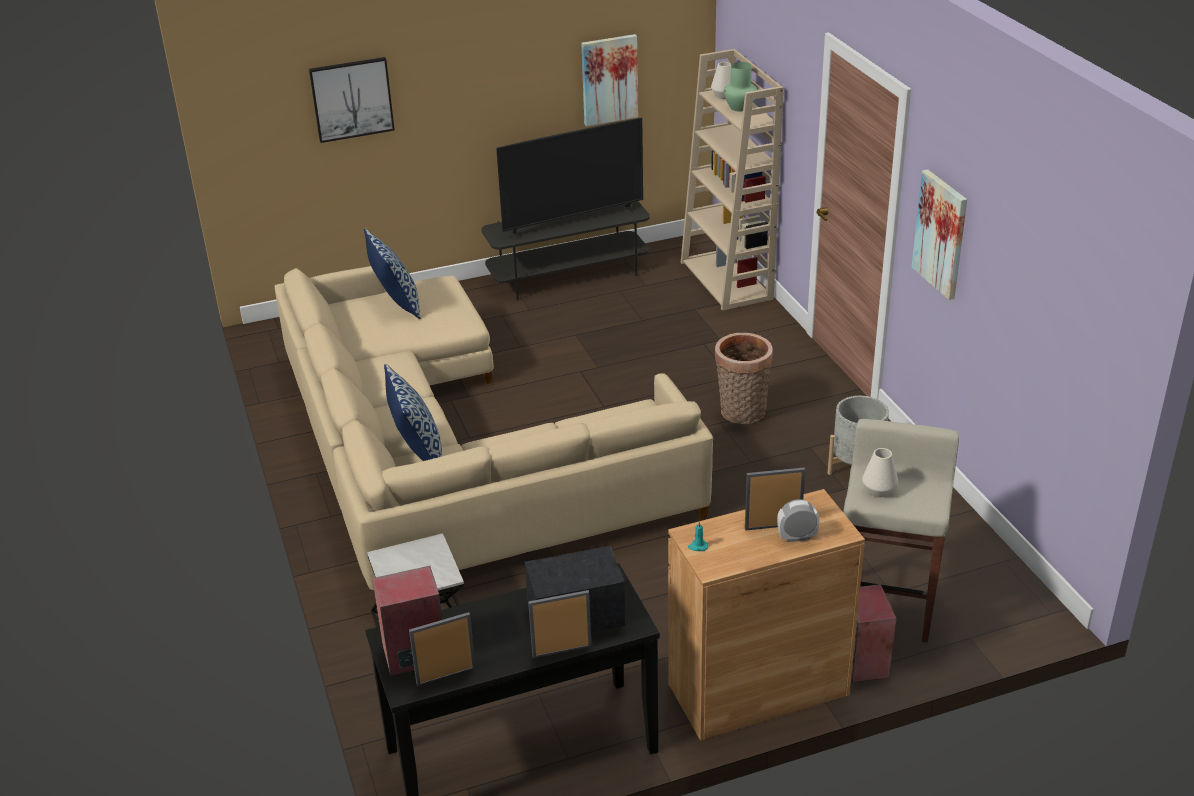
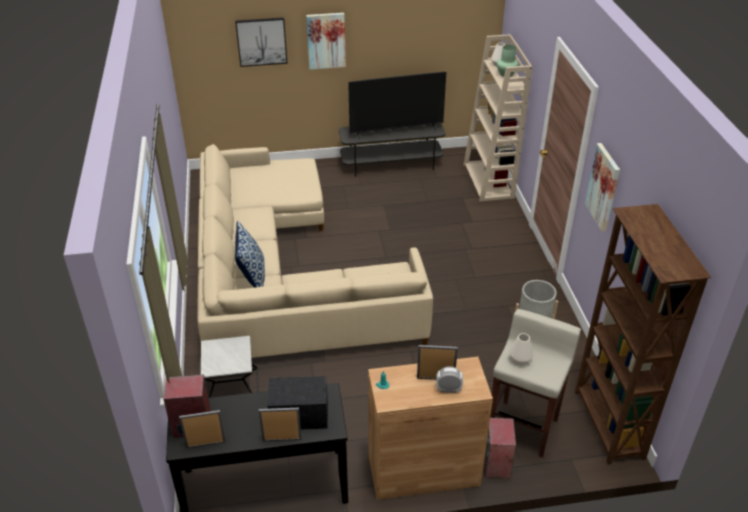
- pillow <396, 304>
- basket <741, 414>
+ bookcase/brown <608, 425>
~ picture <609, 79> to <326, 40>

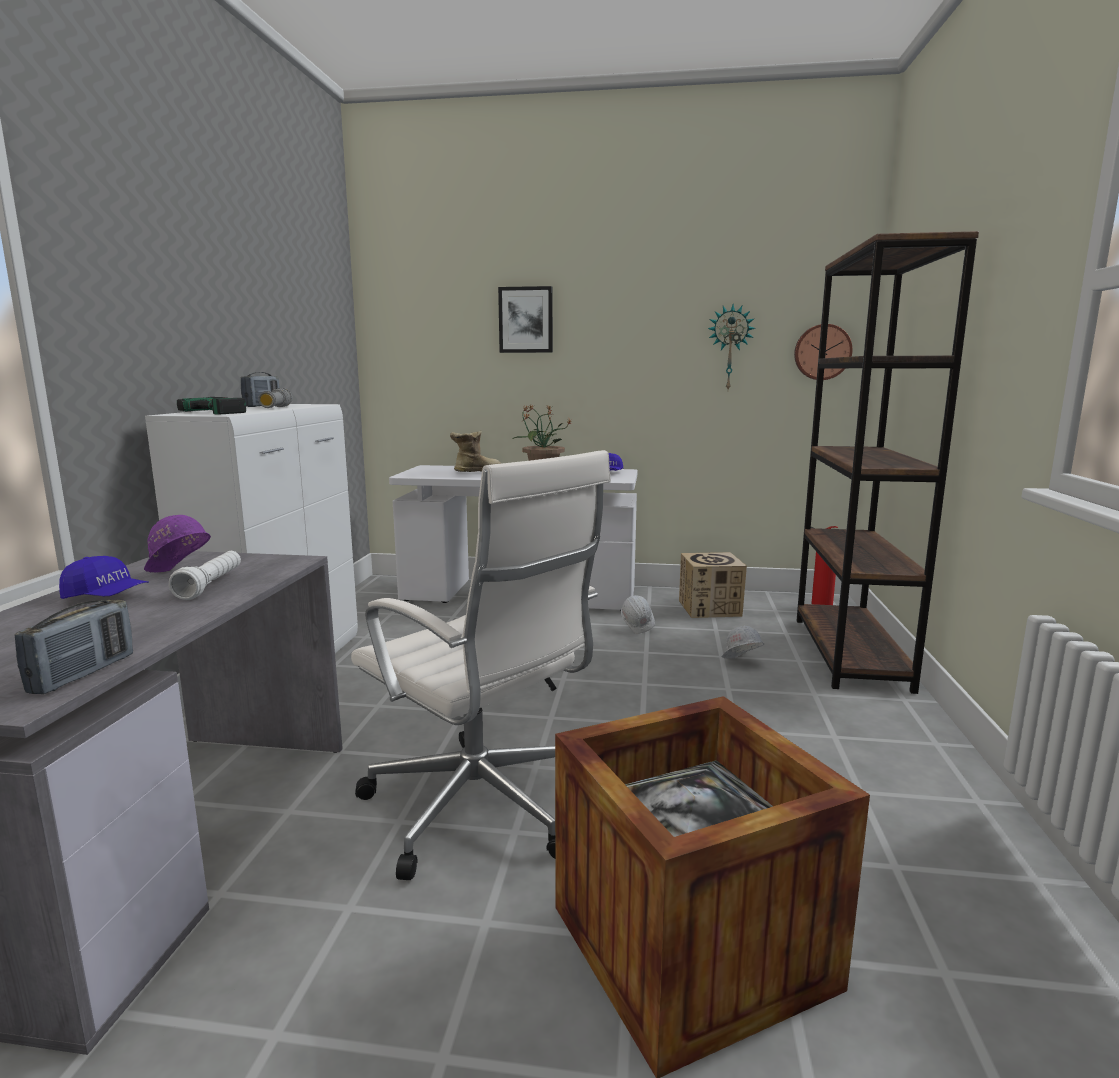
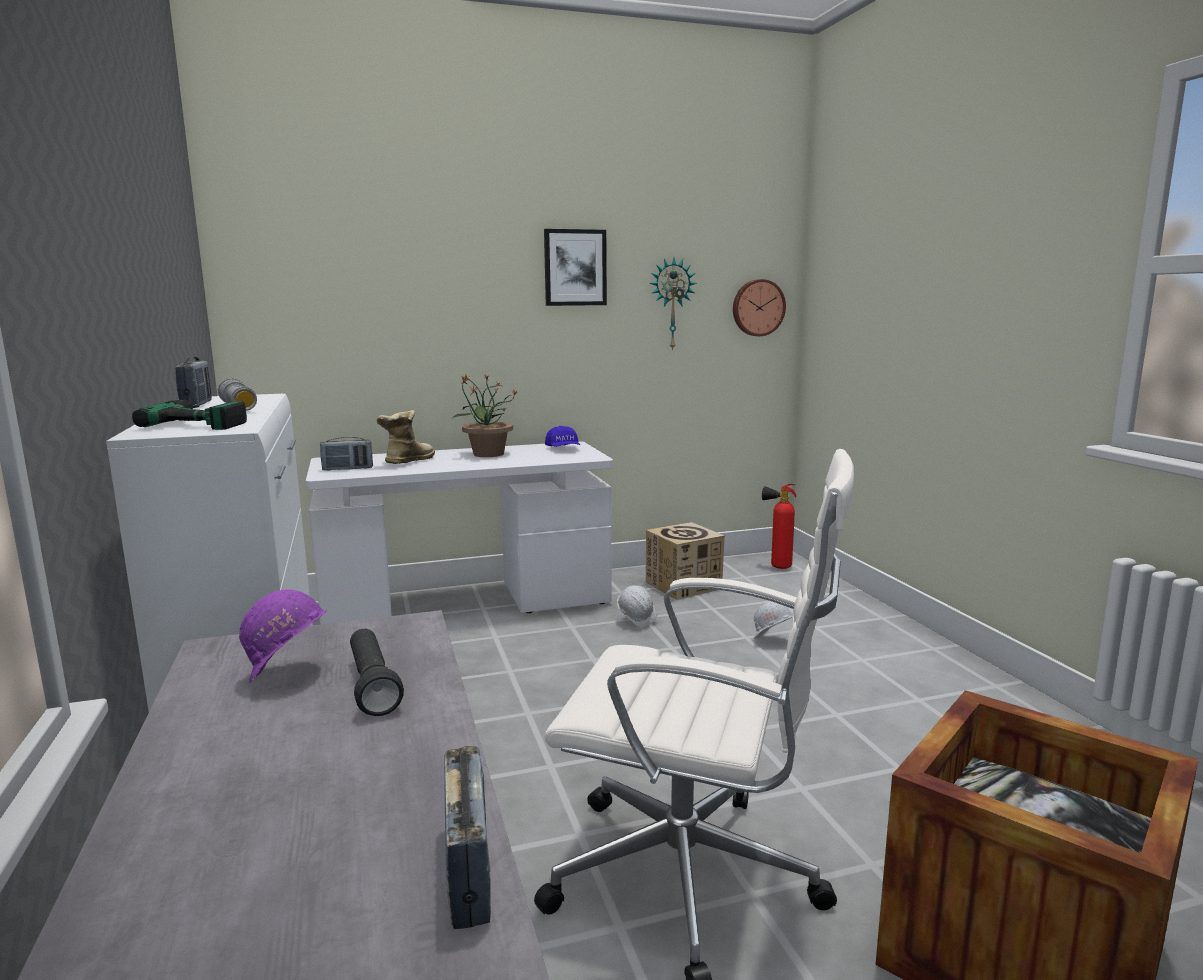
- cap/blue <106, 597>
- bookcase/brown <849, 653>
+ radio <347, 469>
~ picture <526, 320> to <575, 267>
~ flashlight/white <211, 586> to flashlight/black <372, 686>

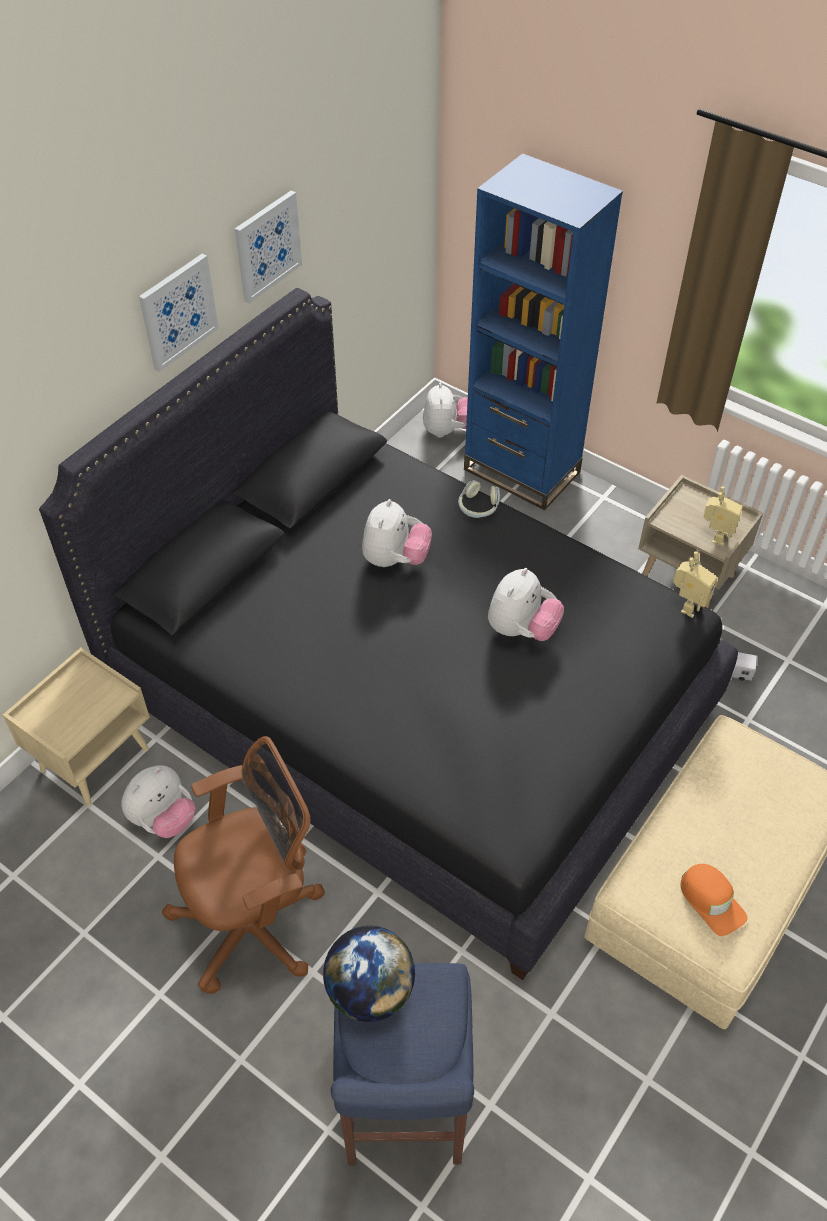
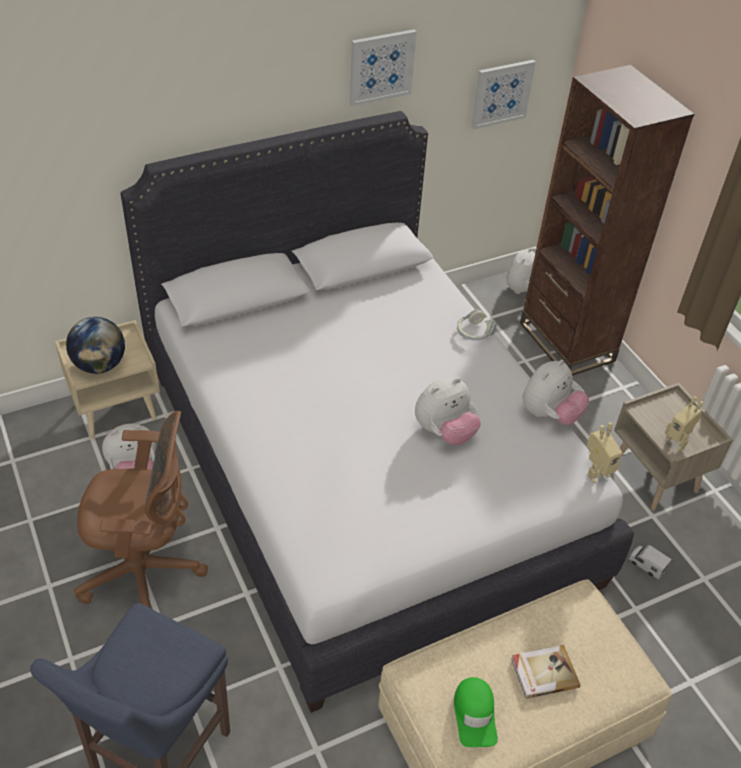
+ book <543, 672>
~ picture <178, 312> to <501, 93>
~ globe <370, 990> to <100, 365>
~ plush toy <395, 559> to <549, 414>
~ bed/black <411, 706> to bed/white <362, 474>
~ bookcase/blue <521, 471> to bookcase/brown <566, 342>
~ cap/orange <711, 901> to cap/green <475, 715>
~ toy robot <715, 536> = <677, 441> 90 degrees clockwise

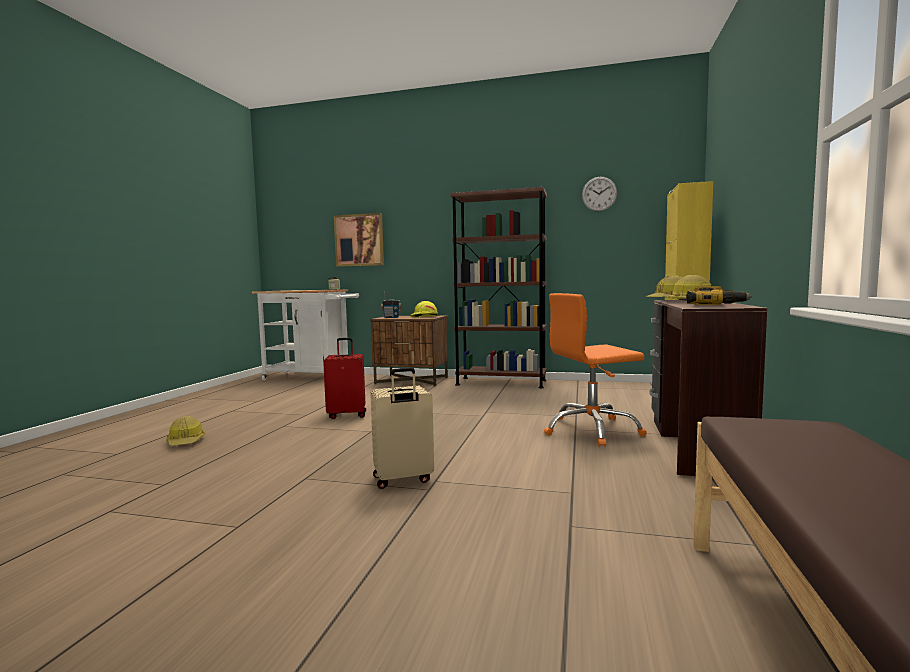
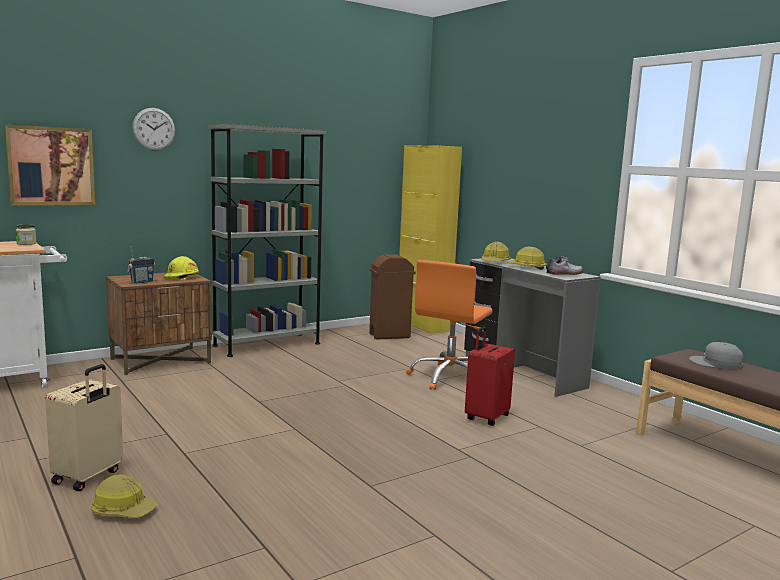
+ trash can/brown <390, 336>
+ cap/grey <716, 363>
~ suitcase/red <347, 415> to <486, 417>
~ suitcase/beige <402, 479> to <88, 477>
~ wall clock <599, 194> to <154, 129>
~ power drill <715, 305> to shoe <564, 273>
~ bookcase/brown <501, 382> to bookcase/grey <267, 344>
~ desk/brown <693, 445> to desk/grey <522, 373>

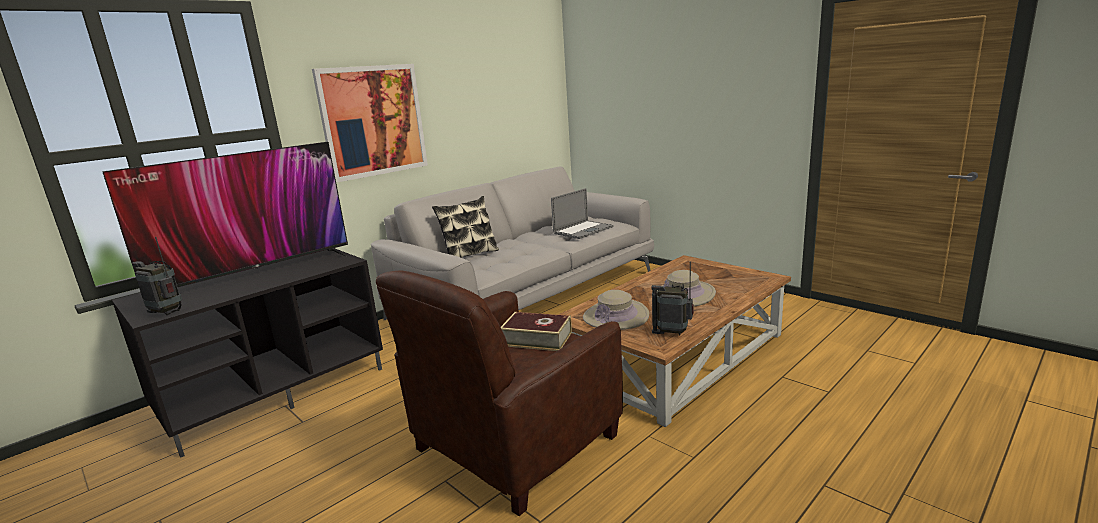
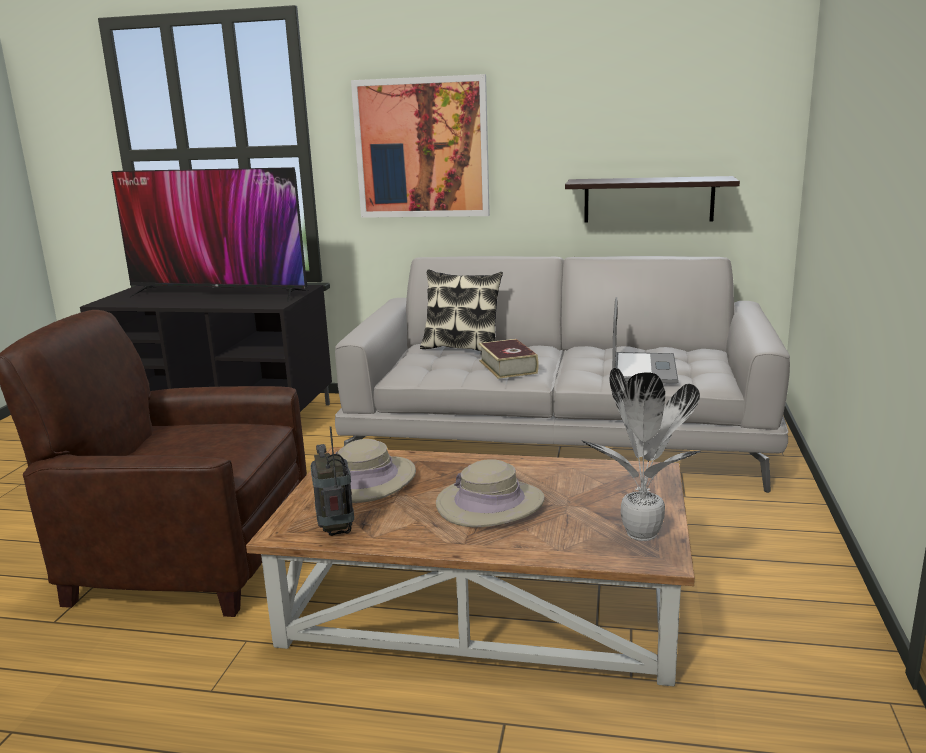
- radio <166, 312>
+ shelf <648, 199>
+ potted plant <641, 535>
~ book <537, 339> to <508, 367>
~ laptop <583, 230> = <643, 368> 90 degrees counterclockwise

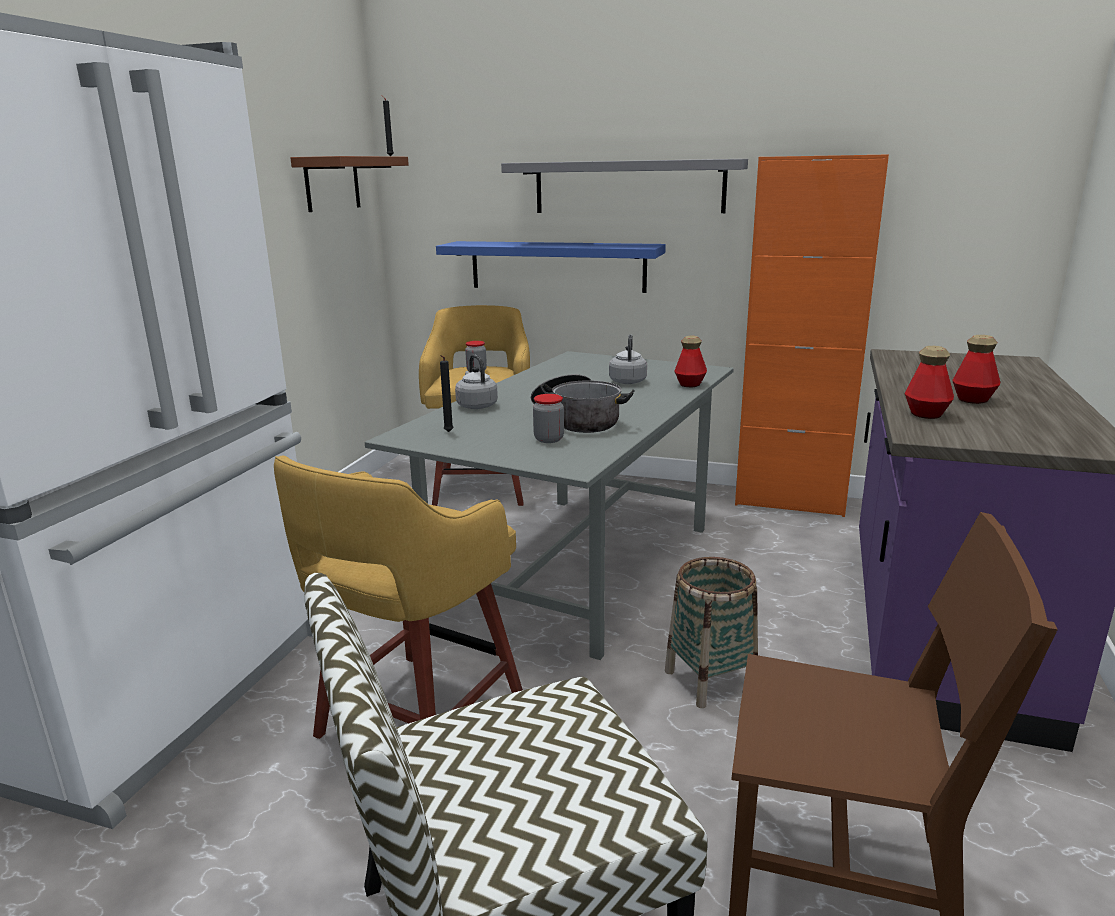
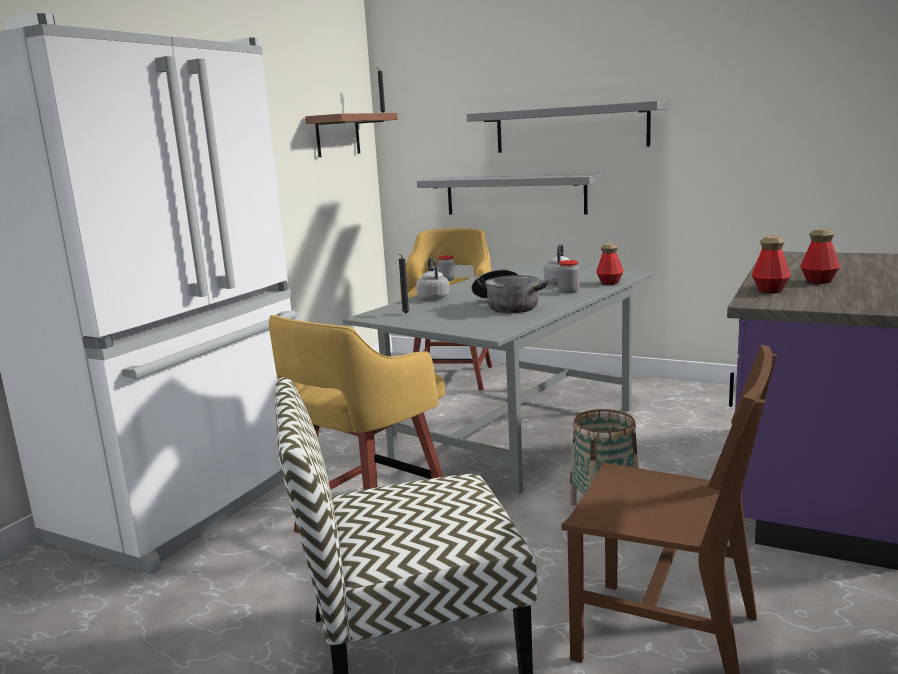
- cabinet/orange <789, 502>
~ jar <549, 439> to <568, 291>
~ shelf/blue <557, 266> to shelf/grey <514, 195>

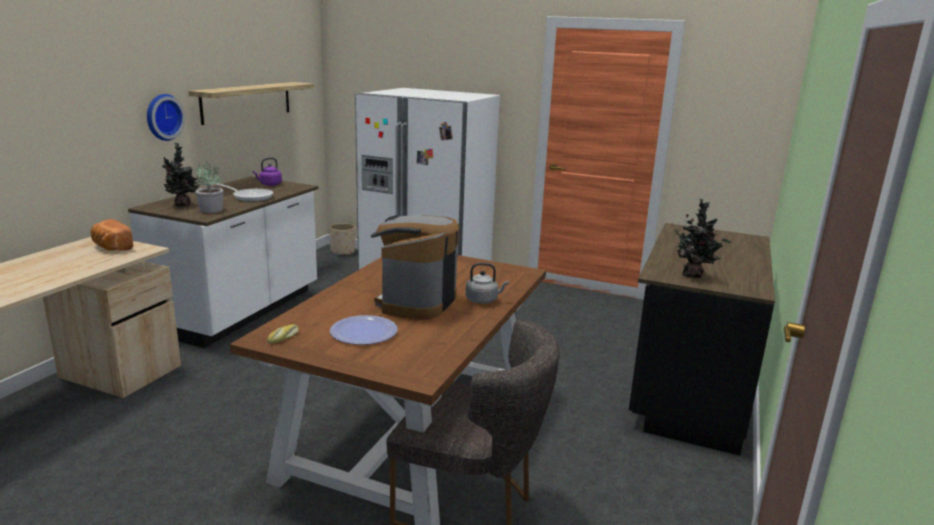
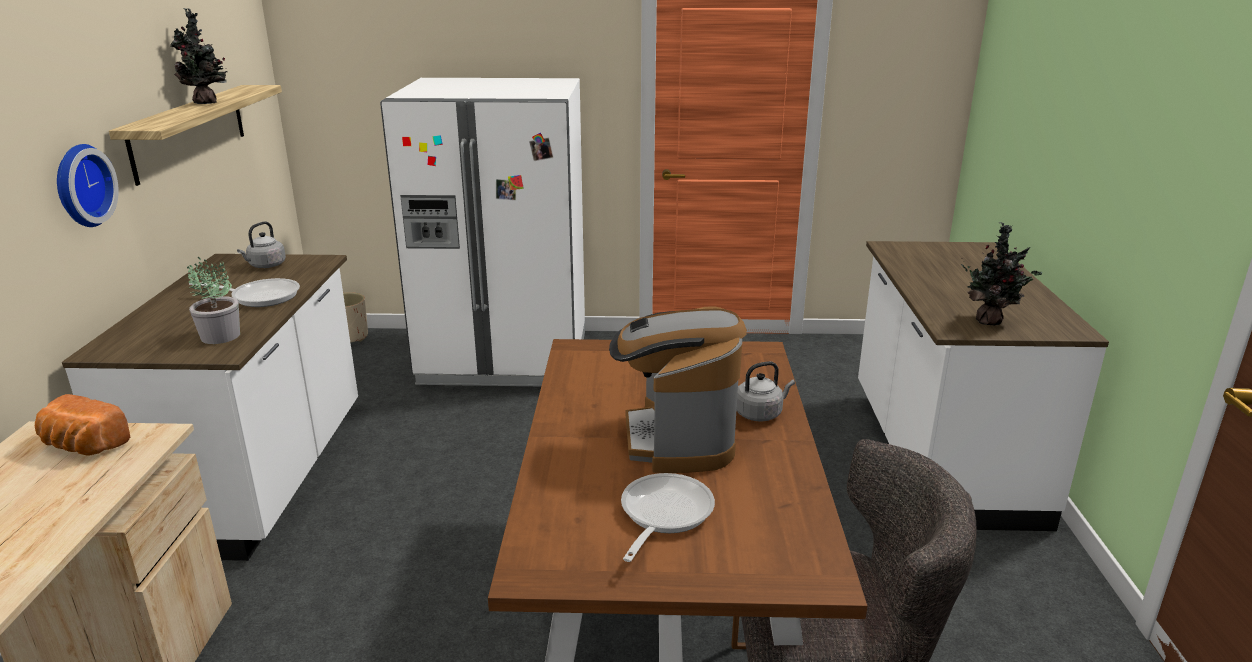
- bread <284, 338>
~ potted plant <182, 205> to <207, 103>
~ plate <363, 332> to frying pan <663, 515>
~ kettle/purple <269, 184> to kettle/grey <265, 266>
~ counter/black <687, 390> to counter/white <940, 455>

